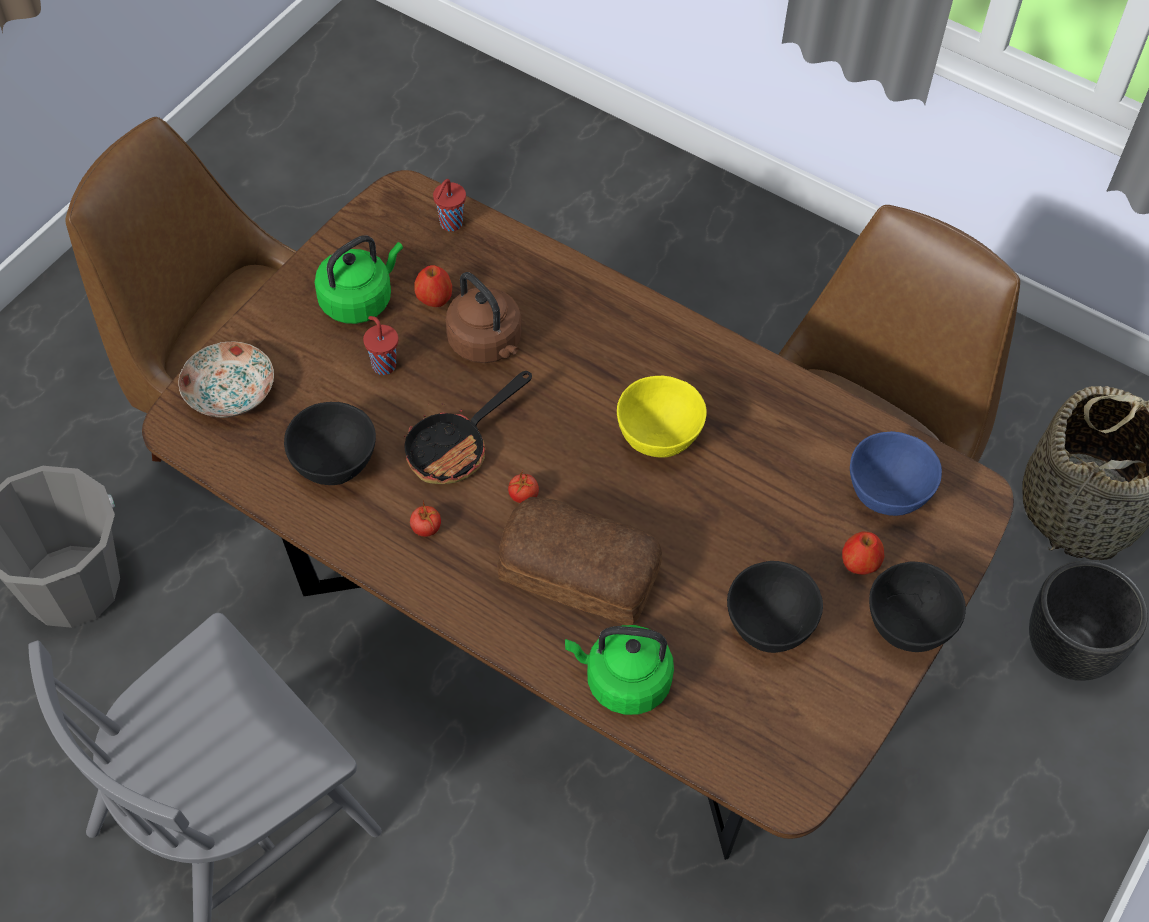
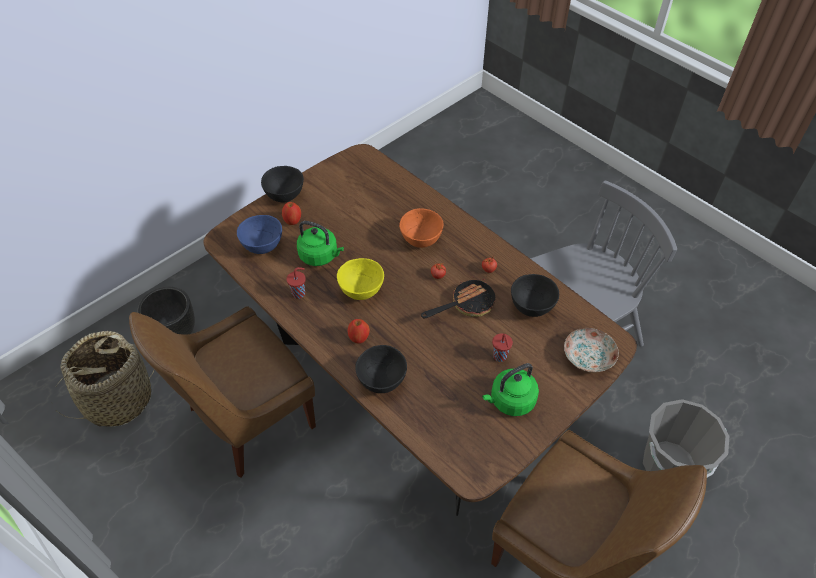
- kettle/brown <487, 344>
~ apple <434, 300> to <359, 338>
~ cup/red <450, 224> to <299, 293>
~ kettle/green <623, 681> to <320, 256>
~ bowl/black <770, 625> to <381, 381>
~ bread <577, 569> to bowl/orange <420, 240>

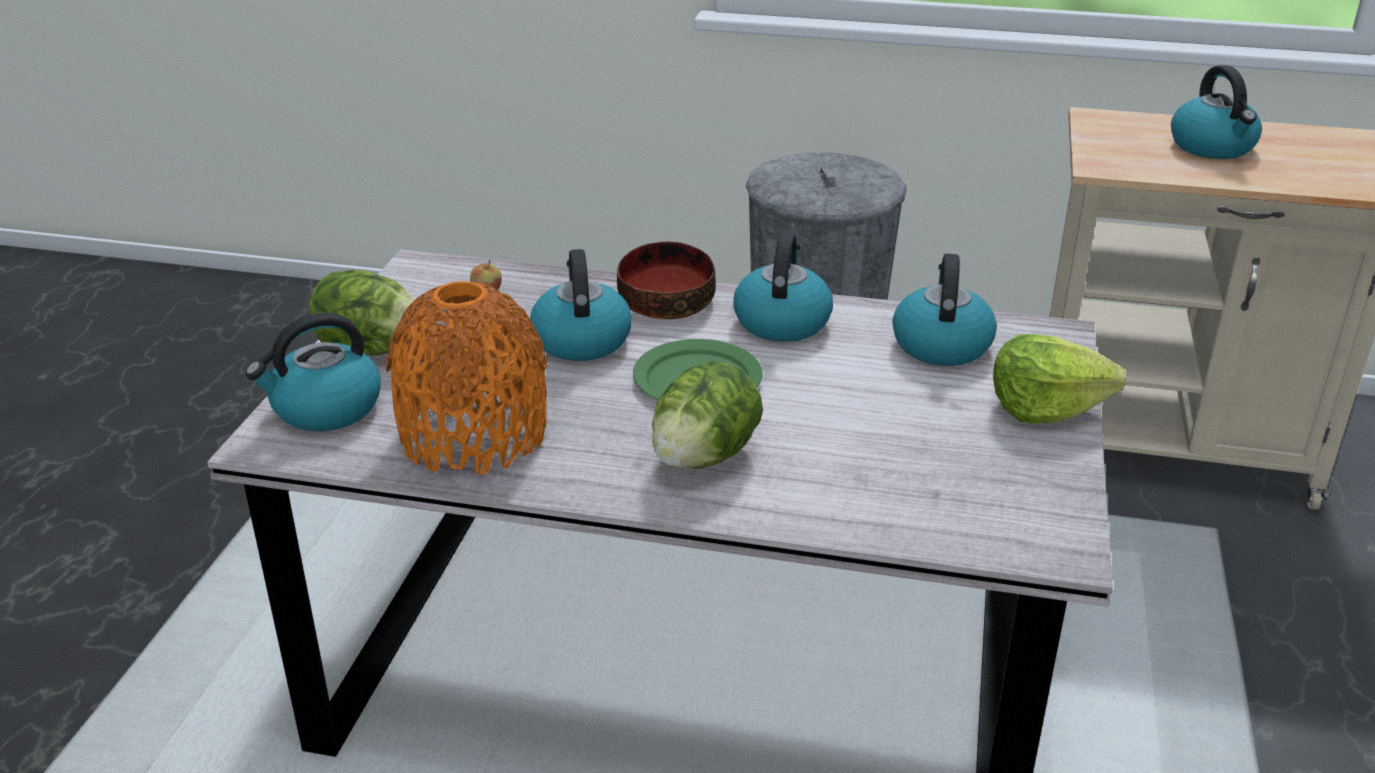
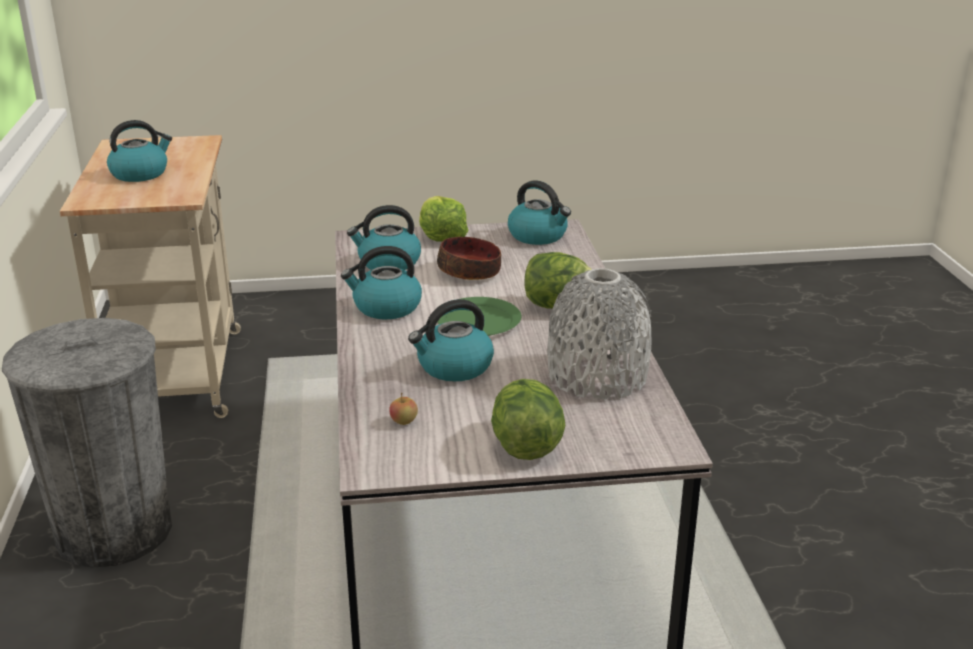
~ kettle <325, 409> to <538, 236>
~ bowl <665, 301> to <470, 272>
~ vase/orange <473, 435> to vase/grey <597, 375>

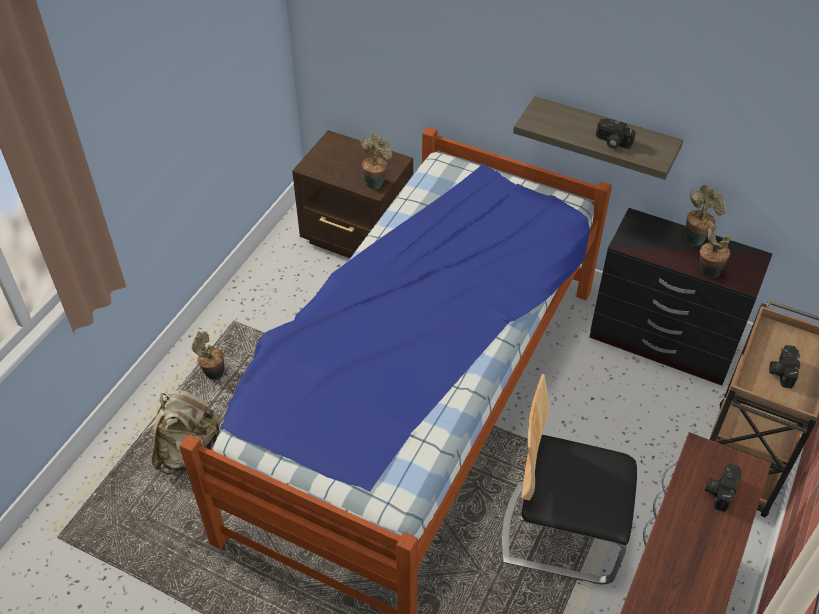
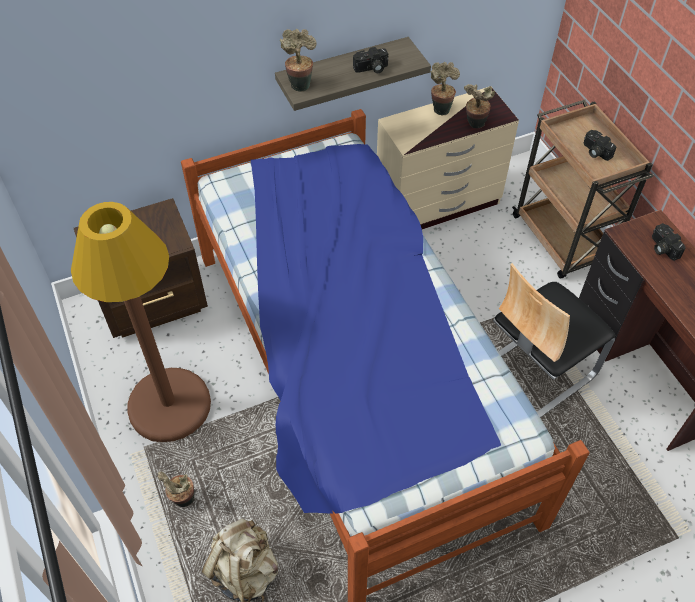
+ floor lamp/brown <169, 405>
~ potted plant <376, 182> to <299, 84>
~ dresser/black <663, 343> to dresser/beige <438, 205>

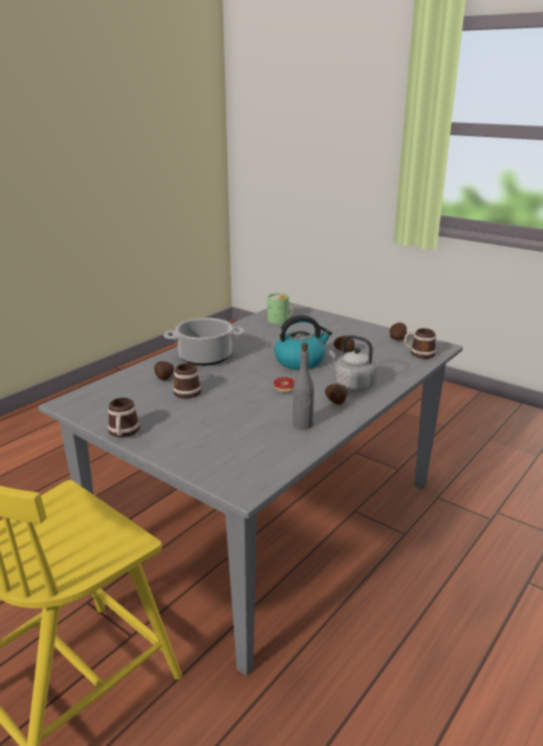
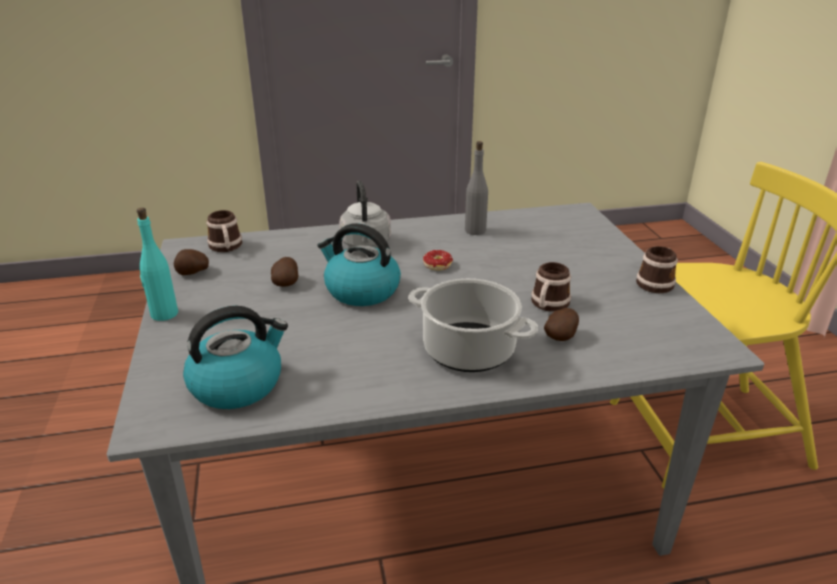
- potato <336, 402>
+ bottle/turquoise <164, 314>
~ mug/green <280, 320> to kettle <238, 384>

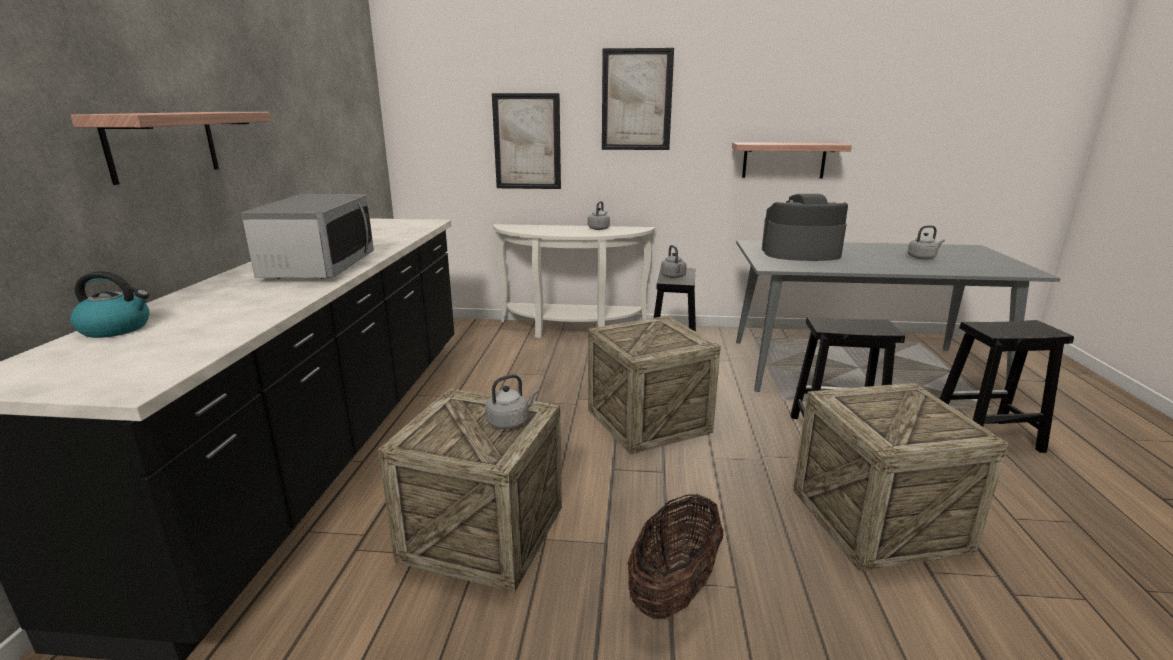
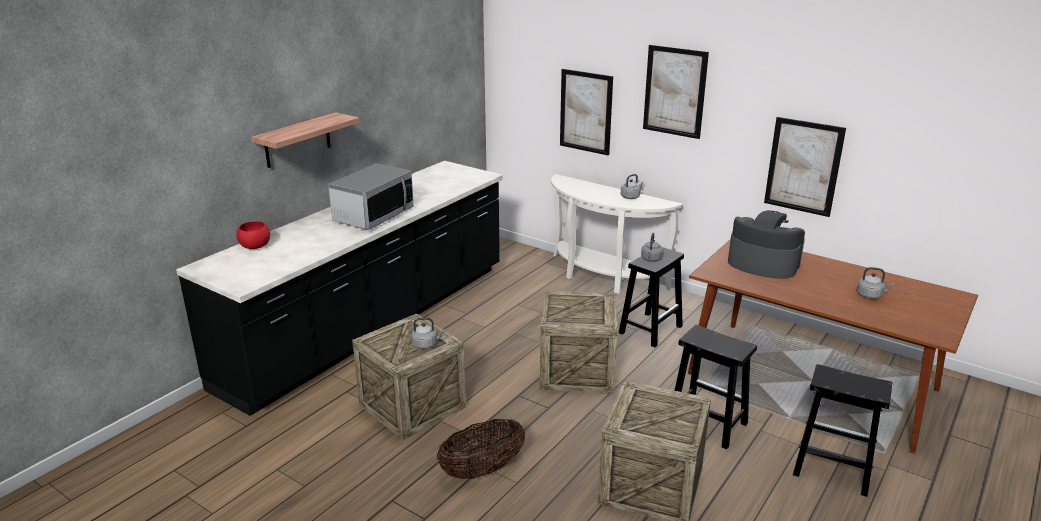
~ kettle <117, 329> to bowl/red <255, 246>
~ shelf <784, 160> to picture <803, 166>
~ dining table/grey <858, 369> to dining table/brown <810, 381>

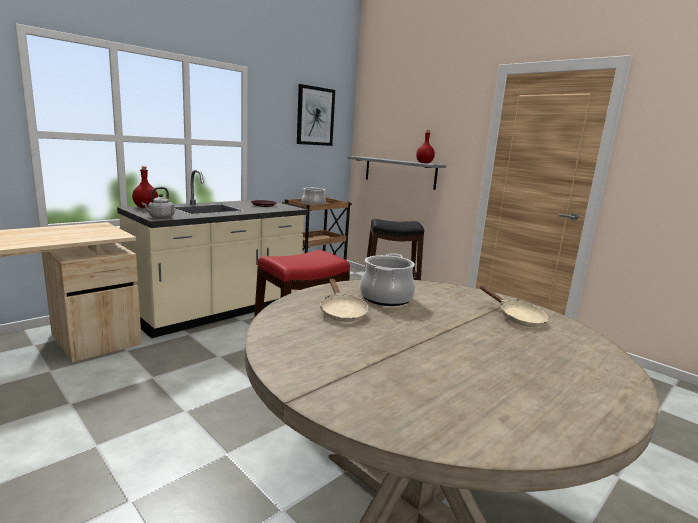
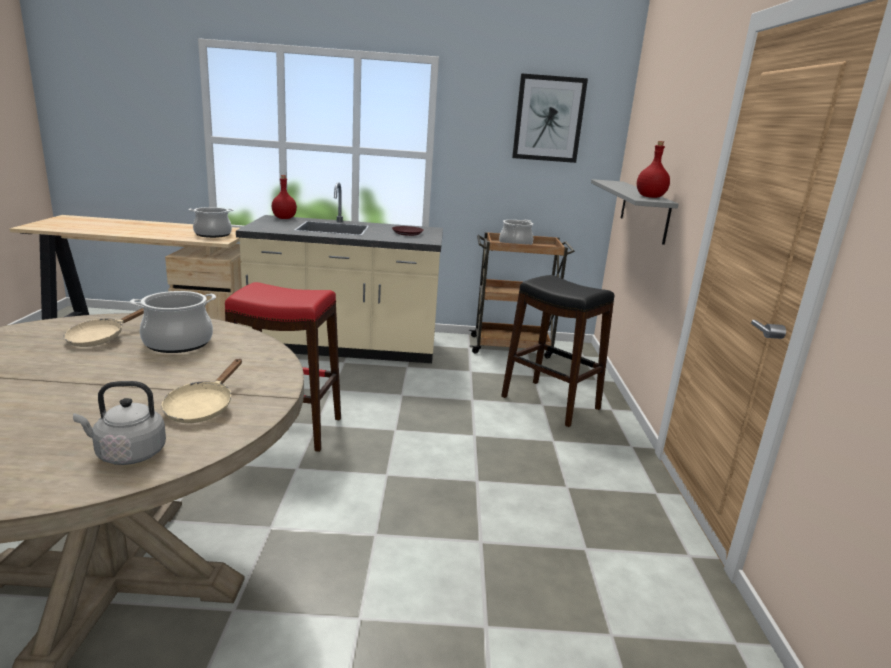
+ cooking pot <213, 234>
~ kettle/grey <160, 217> to <127, 454>

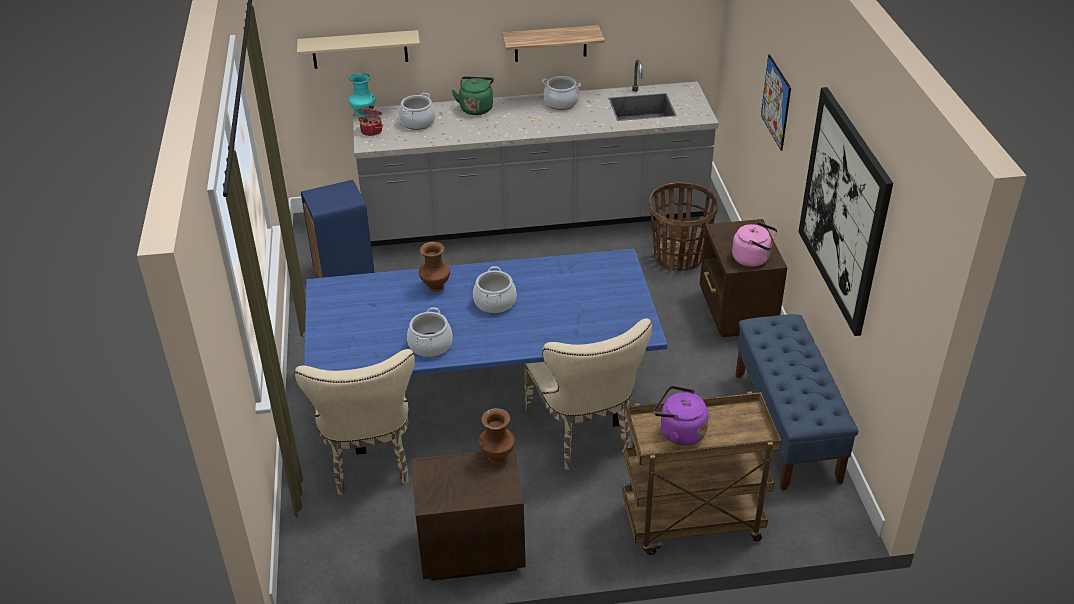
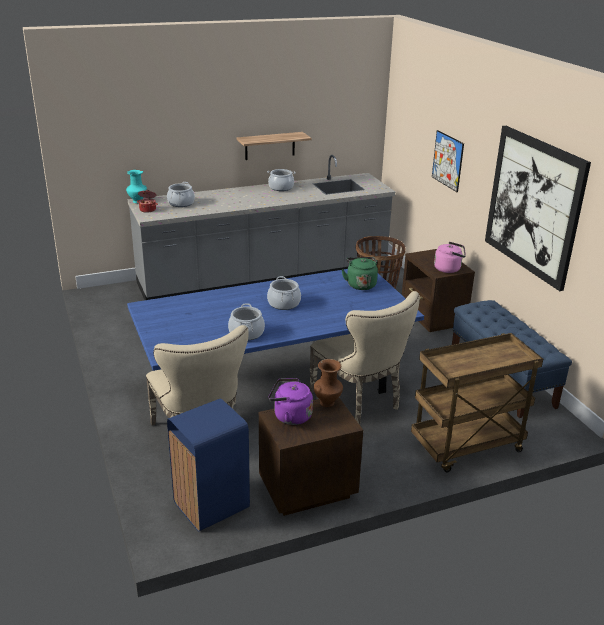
- shelf/beige <359, 49>
- vase/brown <435, 287>
~ trash can/blue <343, 275> to <210, 505>
~ kettle/green <476, 108> to <360, 284>
~ kettle/purple <679, 432> to <290, 416>

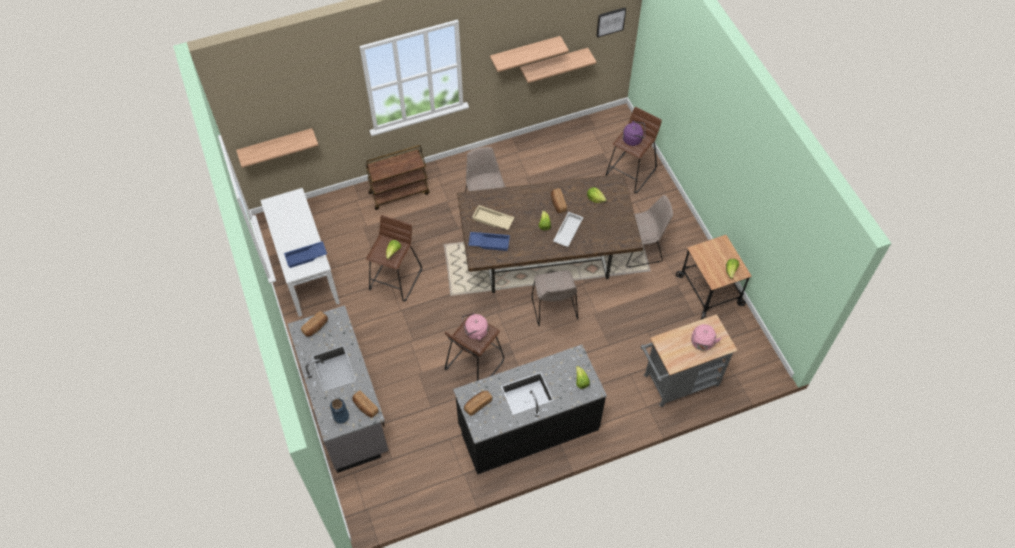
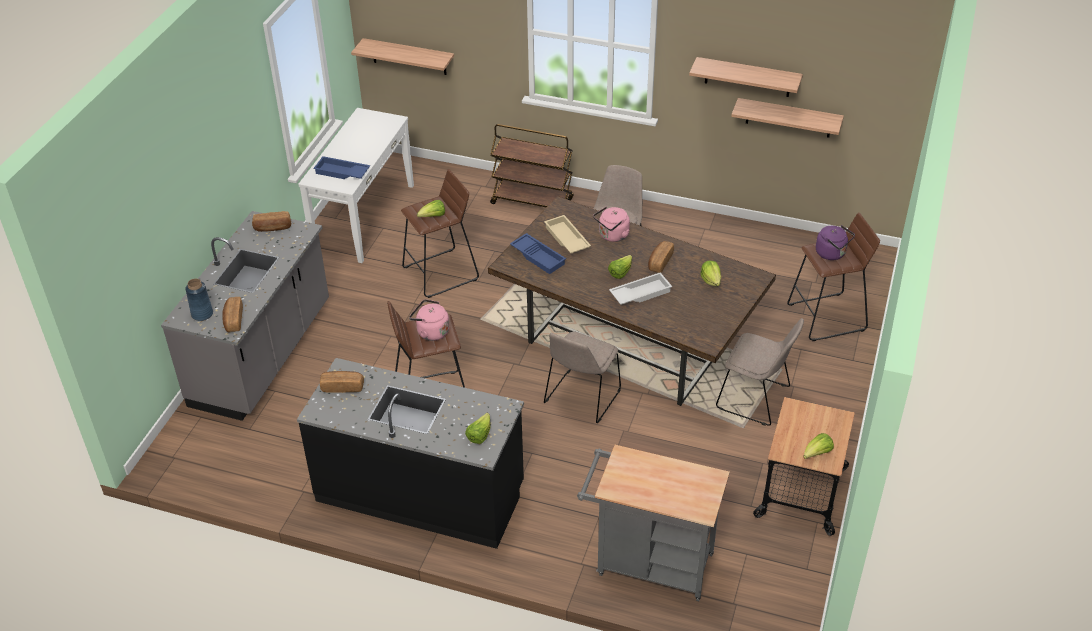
- picture <610, 21>
~ kettle/pink <702, 343> to <612, 236>

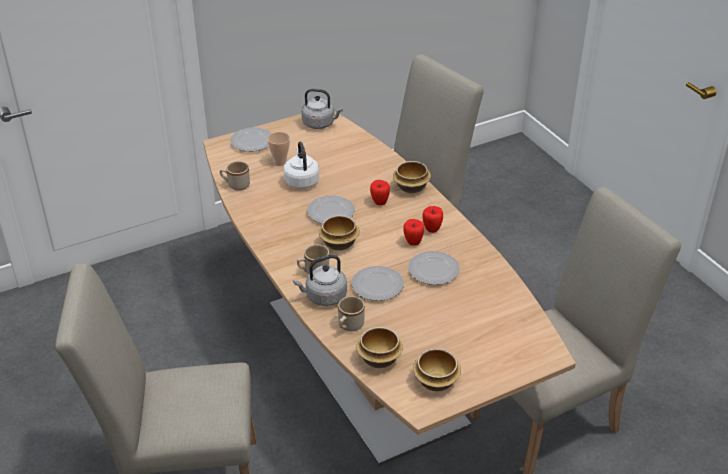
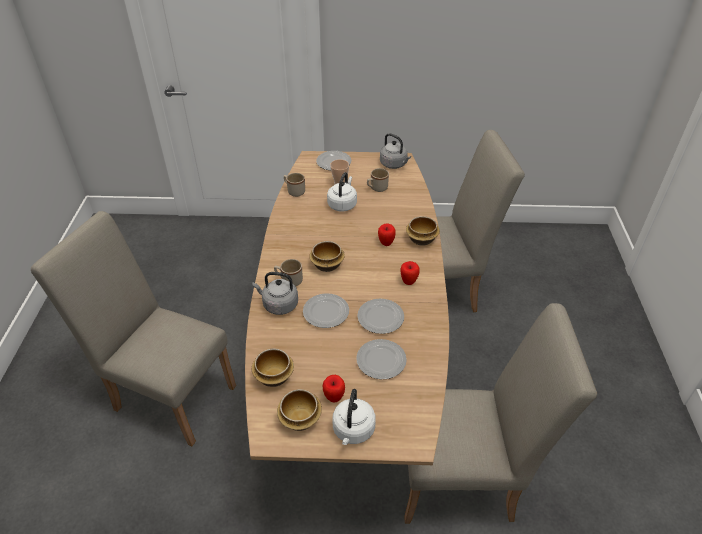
+ kettle/white <353, 431>
~ plate <331, 212> to <381, 361>
~ mug/beige <349, 326> to <376, 188>
~ apple <413, 242> to <334, 397>

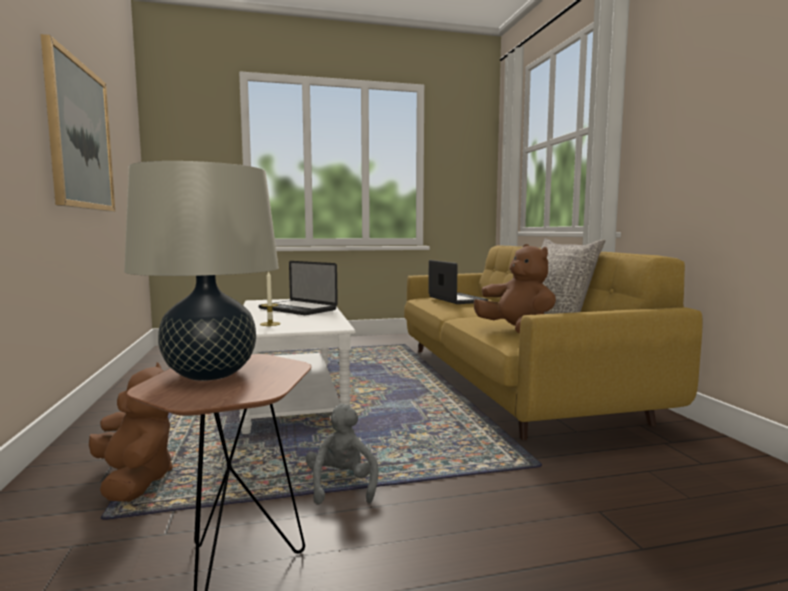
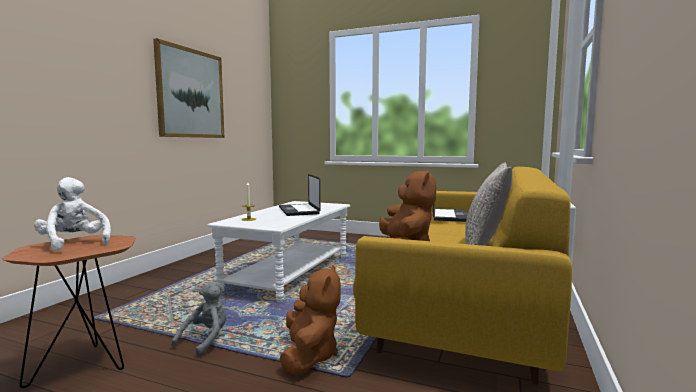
~ plush toy/brown <135, 480> to <309, 356>
~ table lamp/beige <210, 374> to plush toy/white <74, 243>

